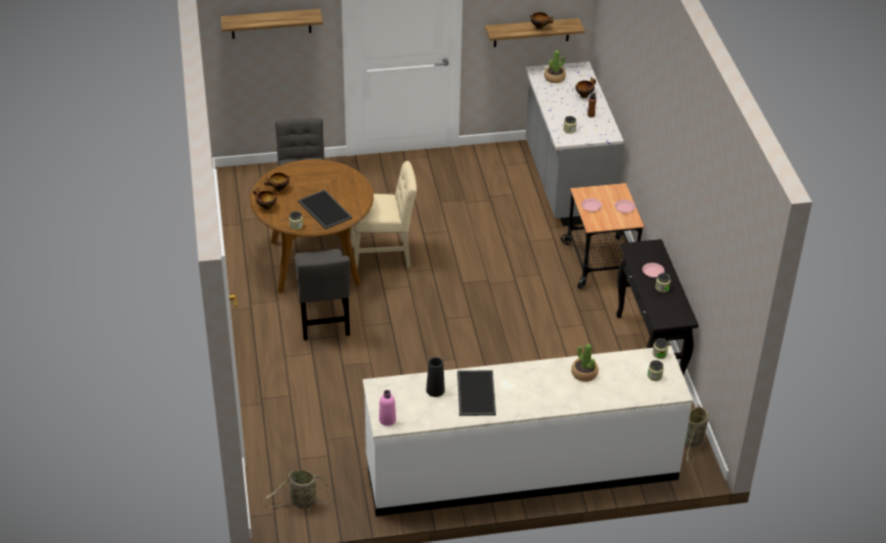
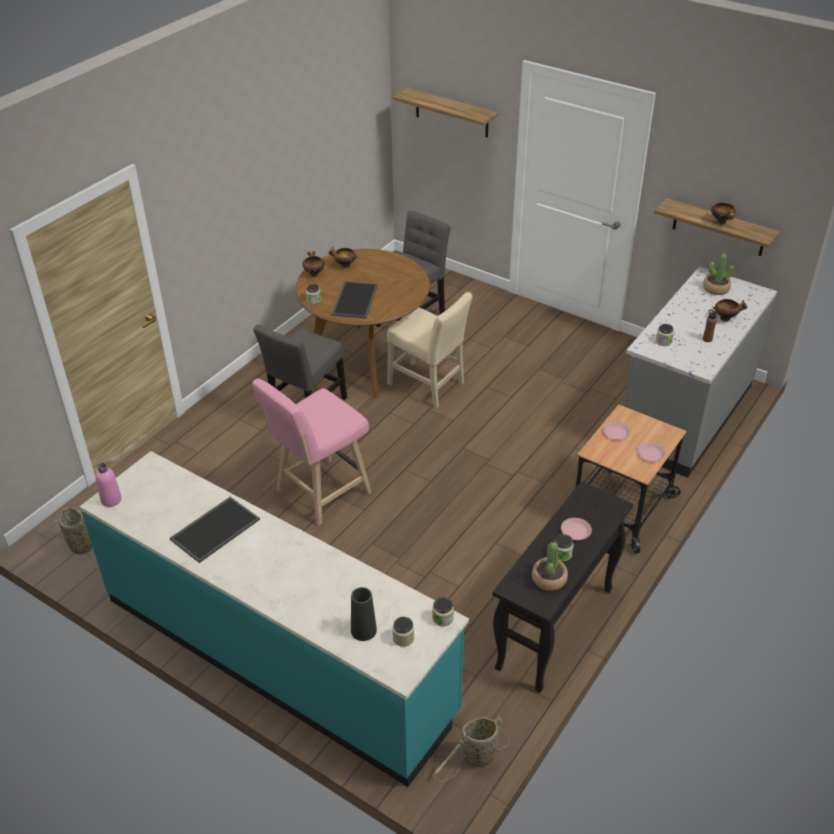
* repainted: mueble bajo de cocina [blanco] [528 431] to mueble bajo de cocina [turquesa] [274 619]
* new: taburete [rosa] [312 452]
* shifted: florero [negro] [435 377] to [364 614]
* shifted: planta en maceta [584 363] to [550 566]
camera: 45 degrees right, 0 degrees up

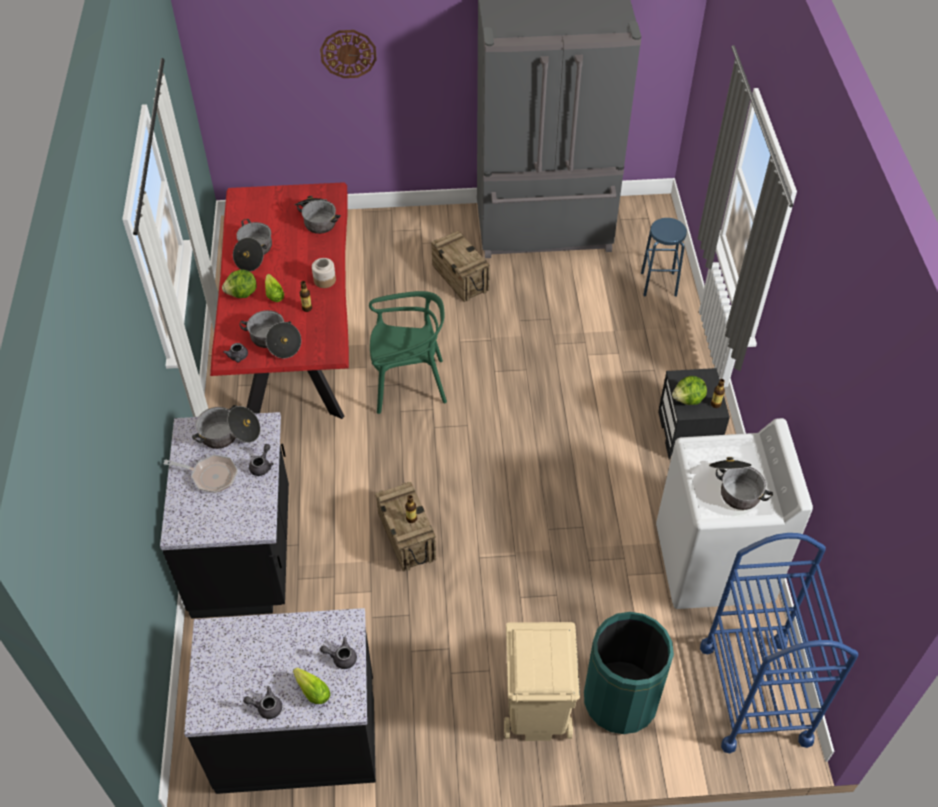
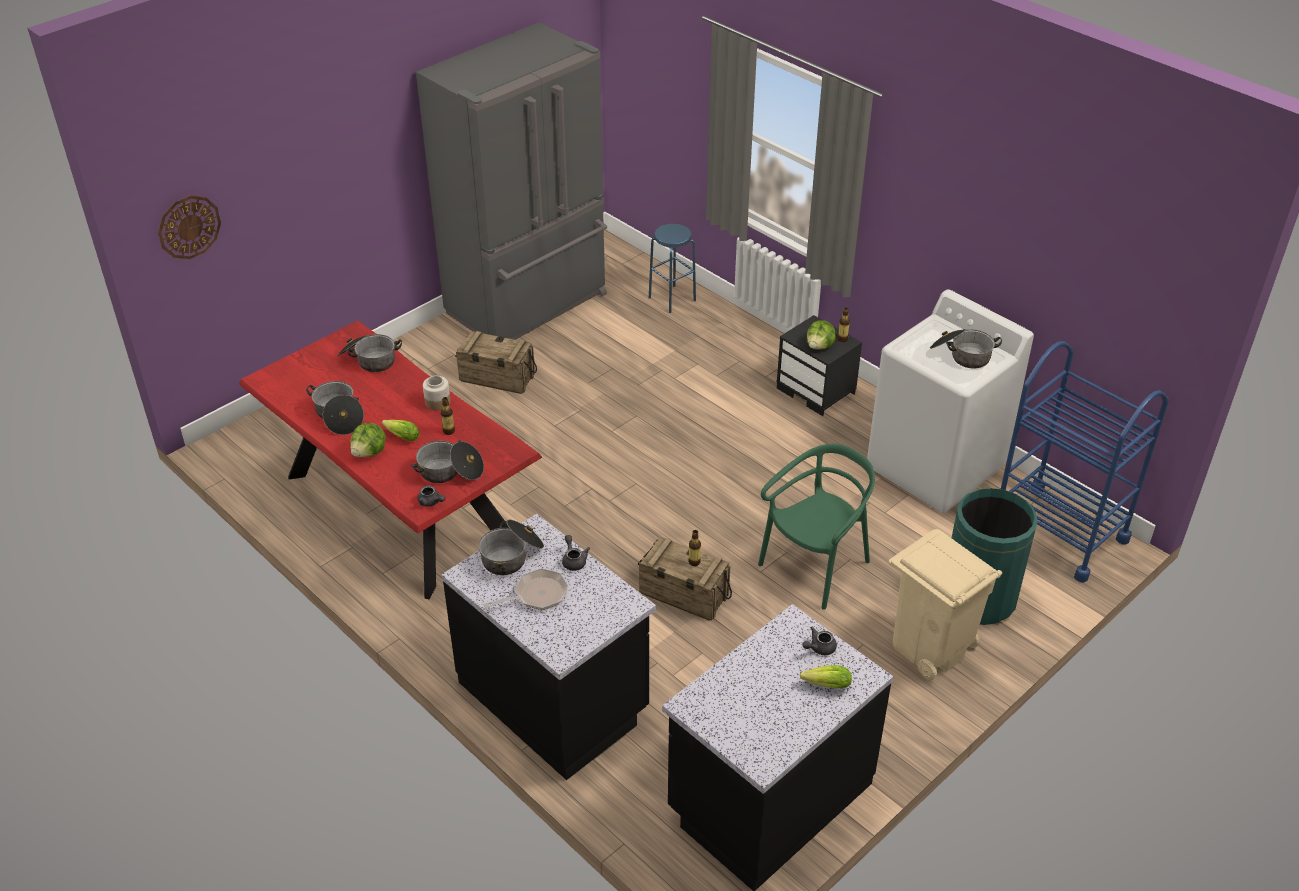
* shifted: reloj de pared [348 54] to [189 227]
* shifted: silla [verde] [408 352] to [816 527]
* gone: tetera [gris] [262 702]
camera: 40 degrees left, 10 degrees down

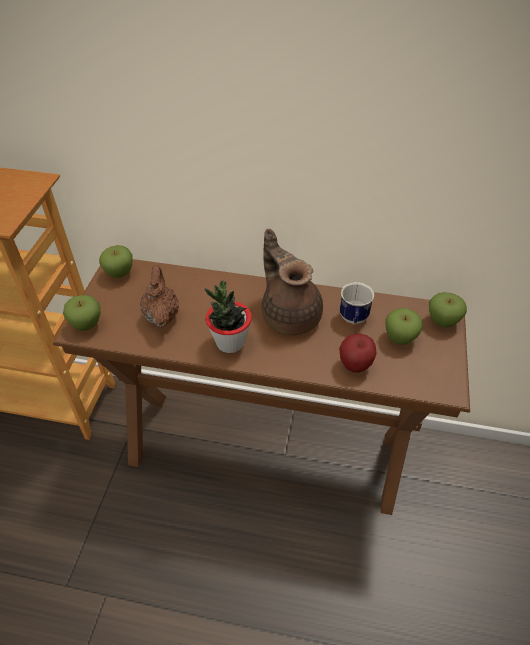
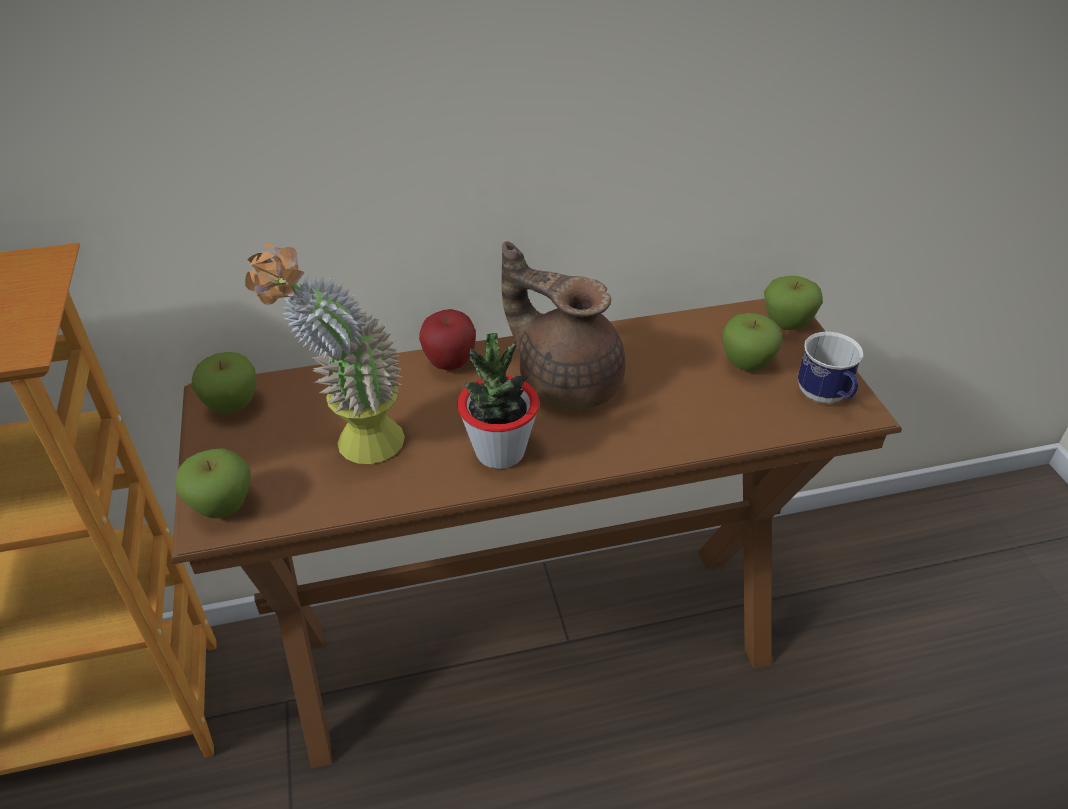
* swapped: tetera [marrón] [159 296] to planta en maceta [325 353]
* shifted: manzana [358 353] to [447 339]
* shifted: taza grande [357 303] to [830 368]
camera: 25 degrees left, 5 degrees down

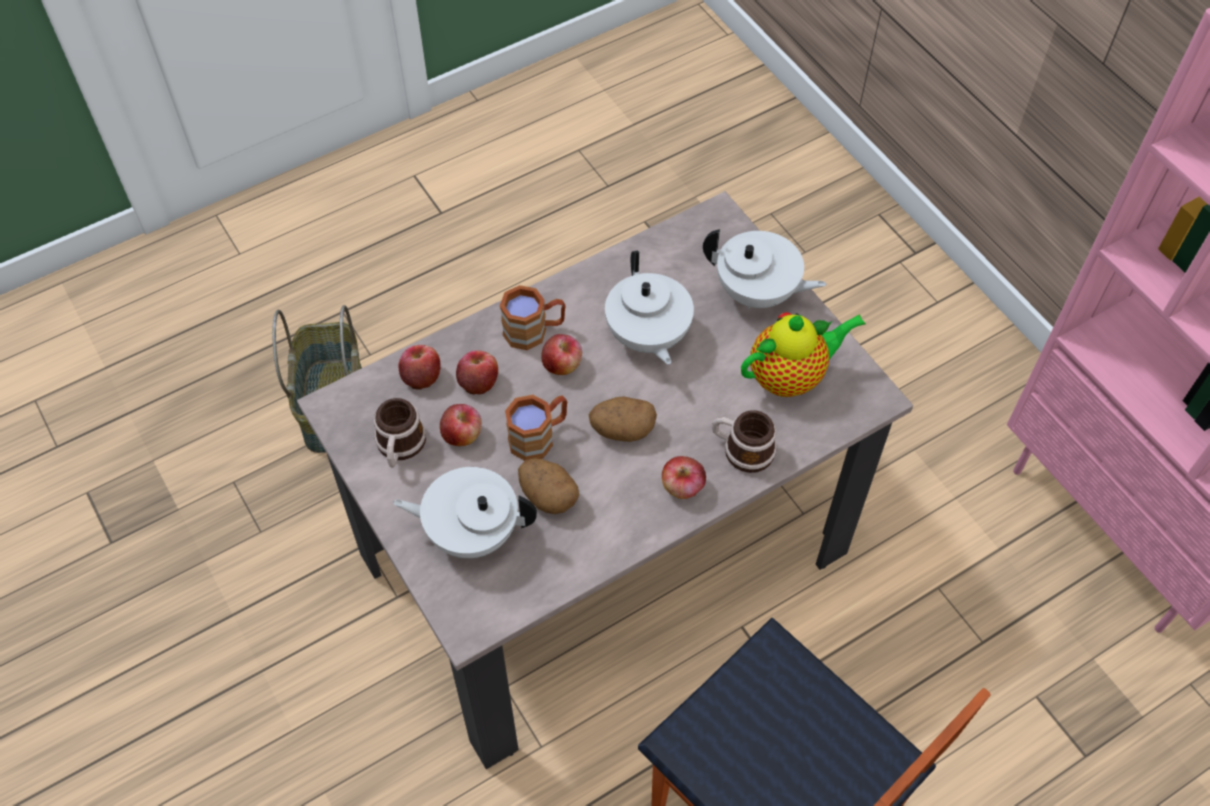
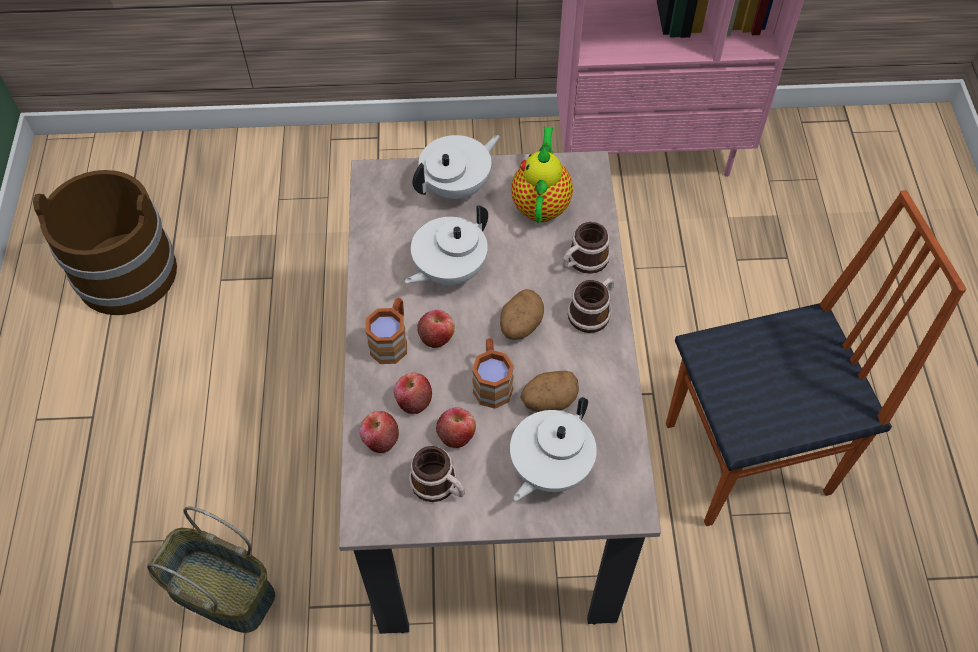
* new: cubo [marrón] [105 242]
* rotated: tetera [blanco] [649 308] = [446 245] 120 degrees clockwise
* swapped: manzana [684 477] to taza grande [591 305]
camera: 60 degrees left, 0 degrees up

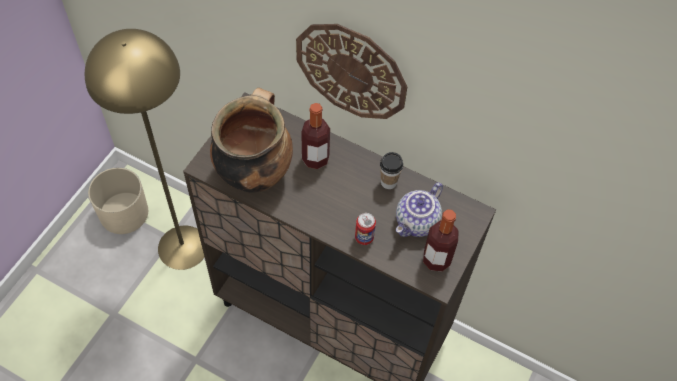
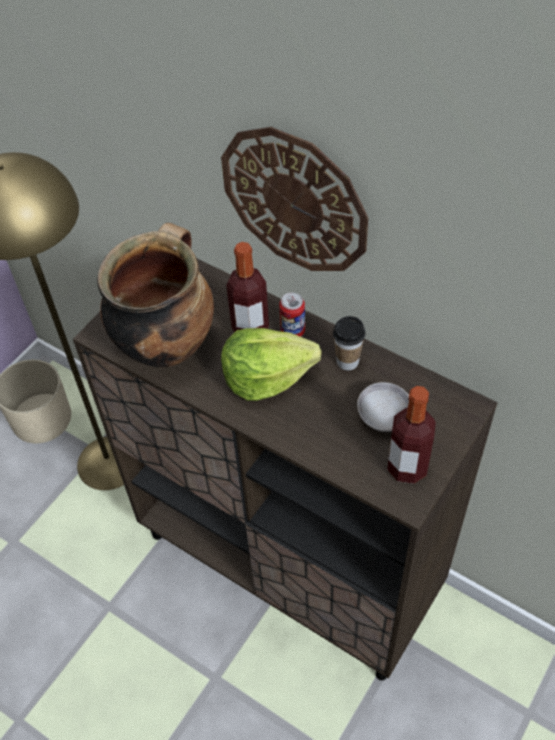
* new: lechuga [271 364]
* shifted: lata [365 229] to [292 315]
* swapped: tetera [419 209] to cuenco [gris] [383 407]
camera: 10 degrees right, 5 degrees down

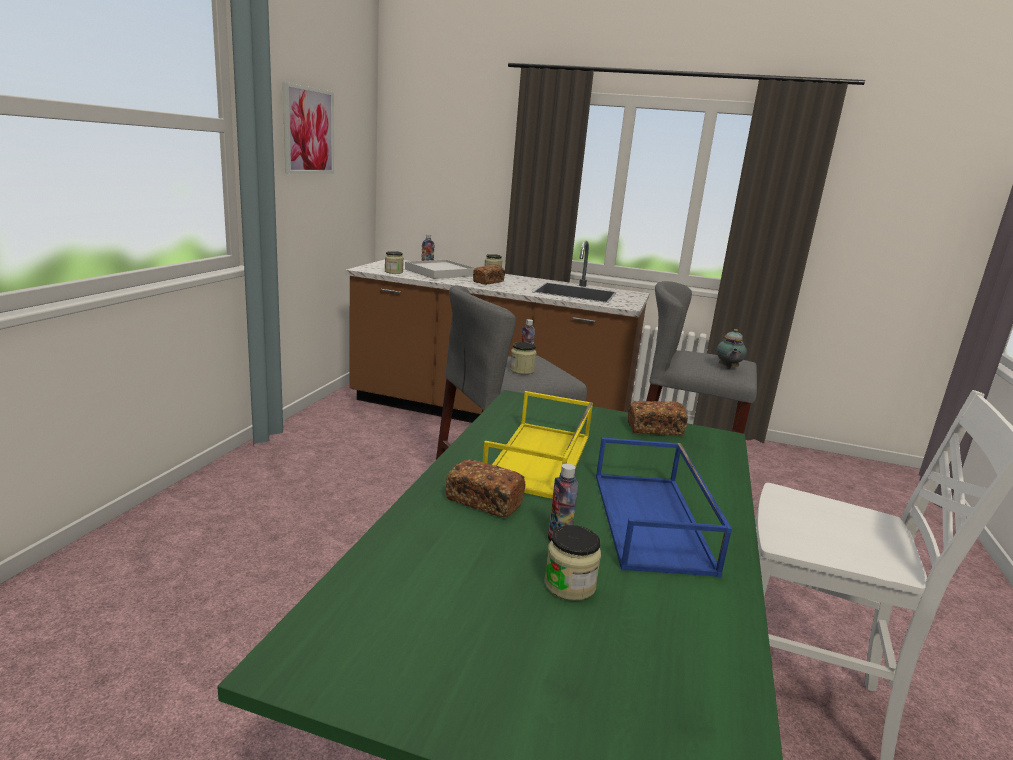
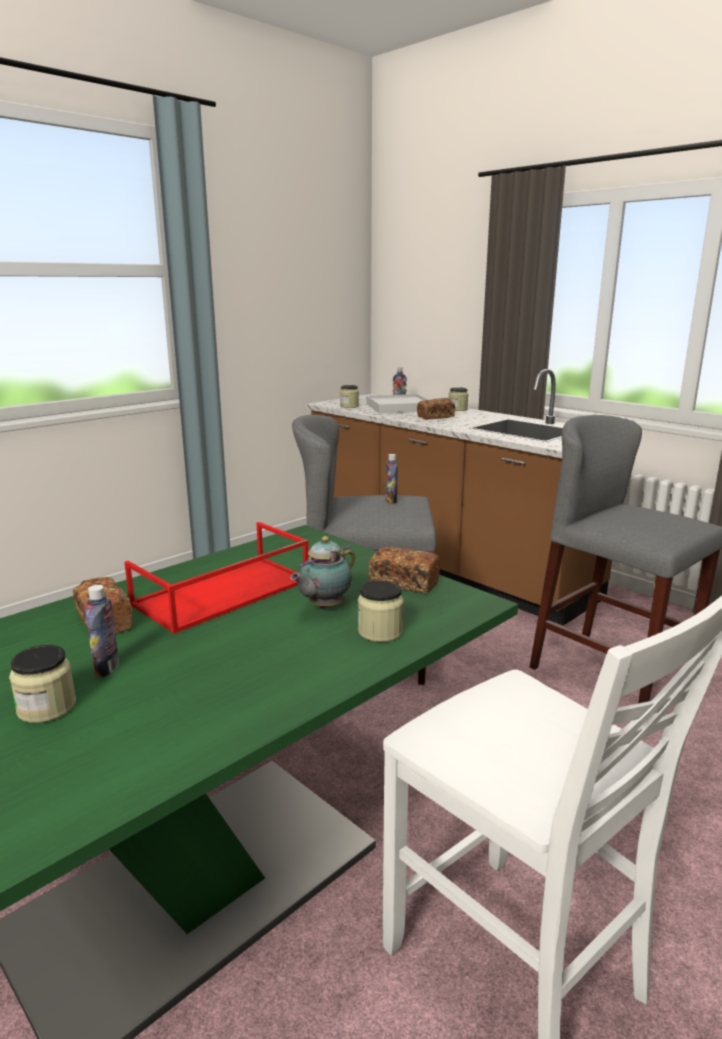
* repainted: bandeja [amarillo] [538 445] to bandeja [rojo] [216 578]
* shifted: tetera [731 349] to [322 572]
* shifted: tarro [523 358] to [381 611]
* gone: cuadro [308 128]
* gone: bandeja [azul] [664 507]
camera: 30 degrees right, 0 degrees up

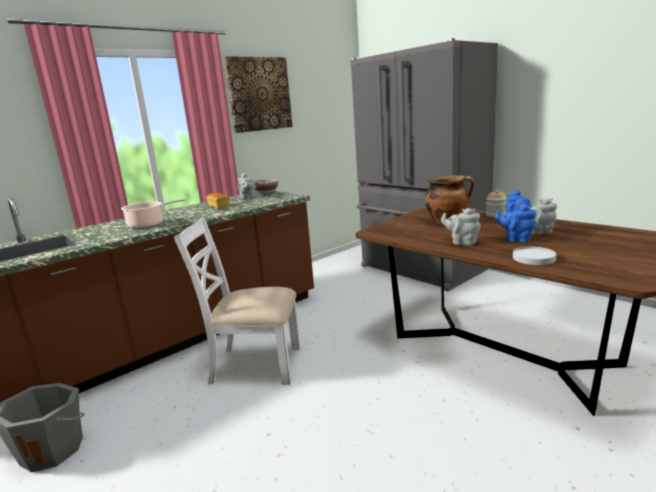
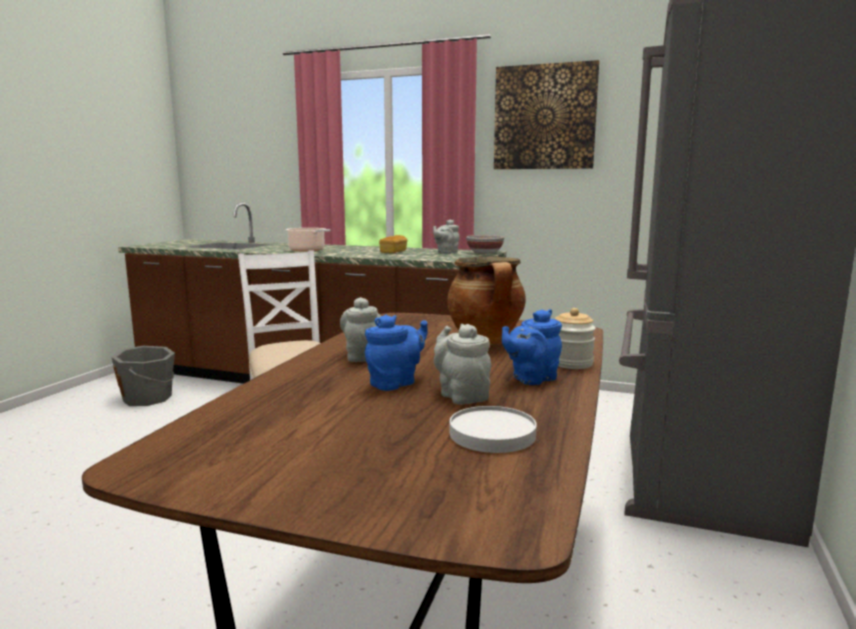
* rotated: tetera [azul] [515 223] = [396 353] 60 degrees clockwise
* shifted: plato [blanco] [534 256] to [493 429]
camera: 60 degrees right, 5 degrees down

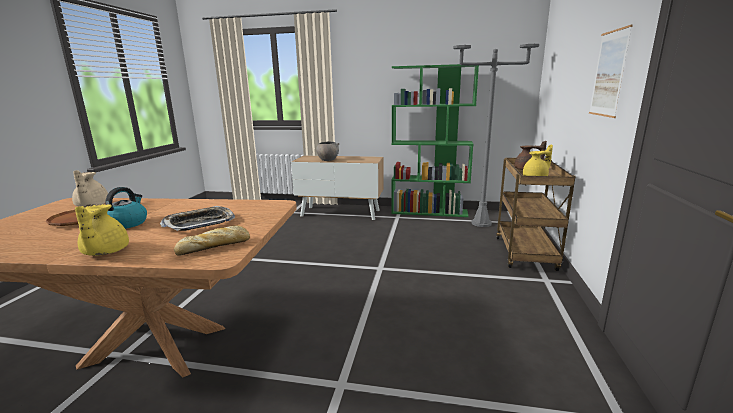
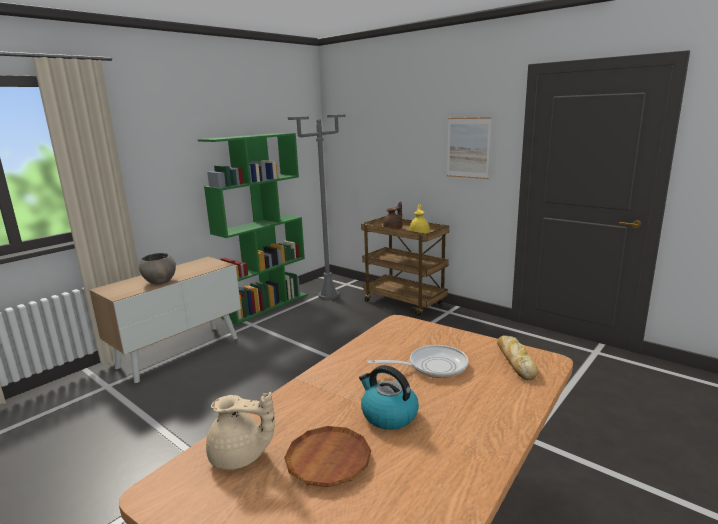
* swapped: bandeja [197 218] to sartén [417 361]
* gone: tetera [amarillo] [102 230]
camera: 60 degrees left, 0 degrees up

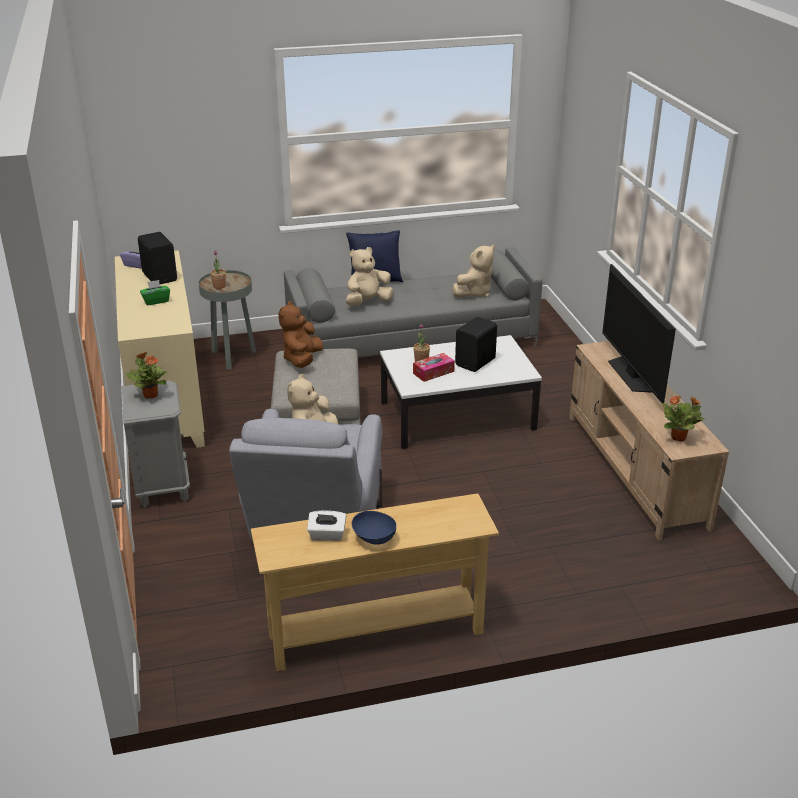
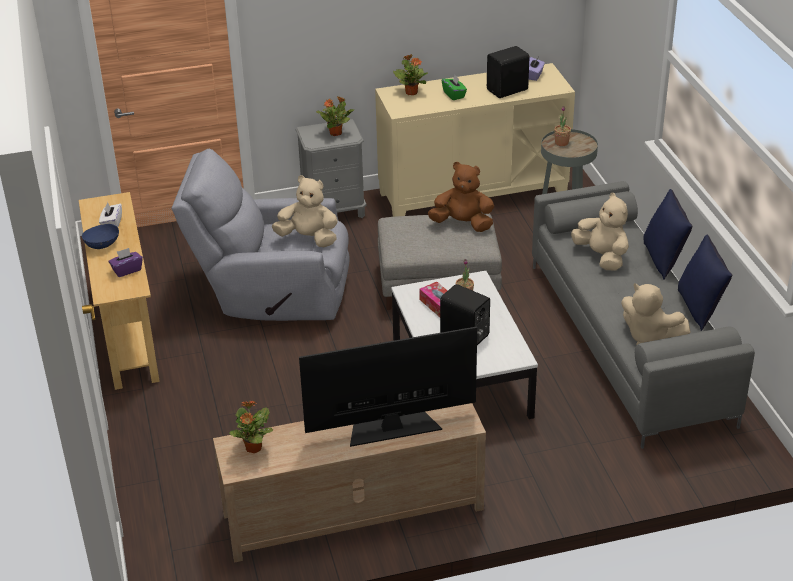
* new: caja de pañuelos [morado] [126 262]
* new: planta en maceta [410 74]
* new: cojín [azul] [705 283]
camera: 90 degrees right, 5 degrees up

